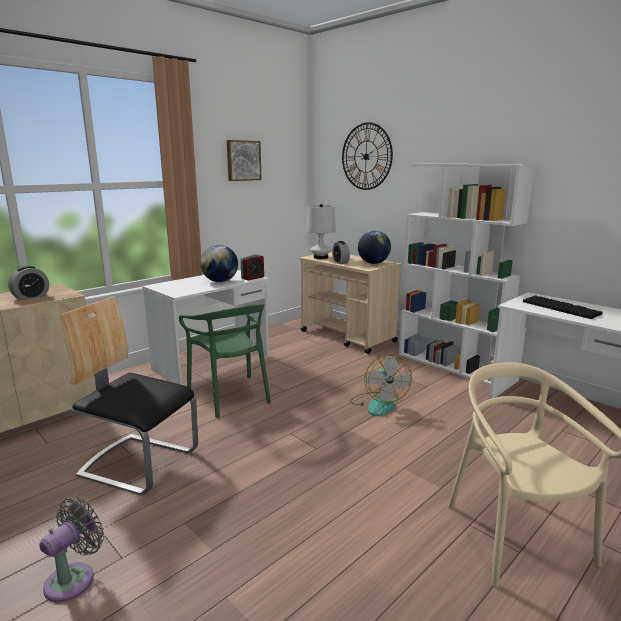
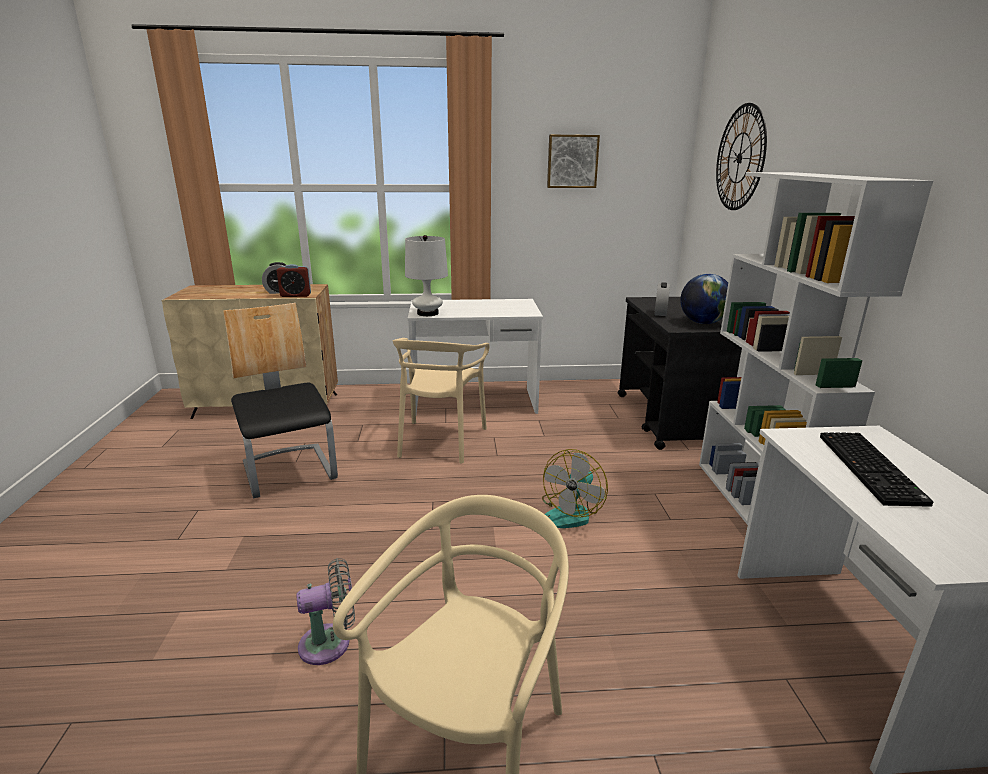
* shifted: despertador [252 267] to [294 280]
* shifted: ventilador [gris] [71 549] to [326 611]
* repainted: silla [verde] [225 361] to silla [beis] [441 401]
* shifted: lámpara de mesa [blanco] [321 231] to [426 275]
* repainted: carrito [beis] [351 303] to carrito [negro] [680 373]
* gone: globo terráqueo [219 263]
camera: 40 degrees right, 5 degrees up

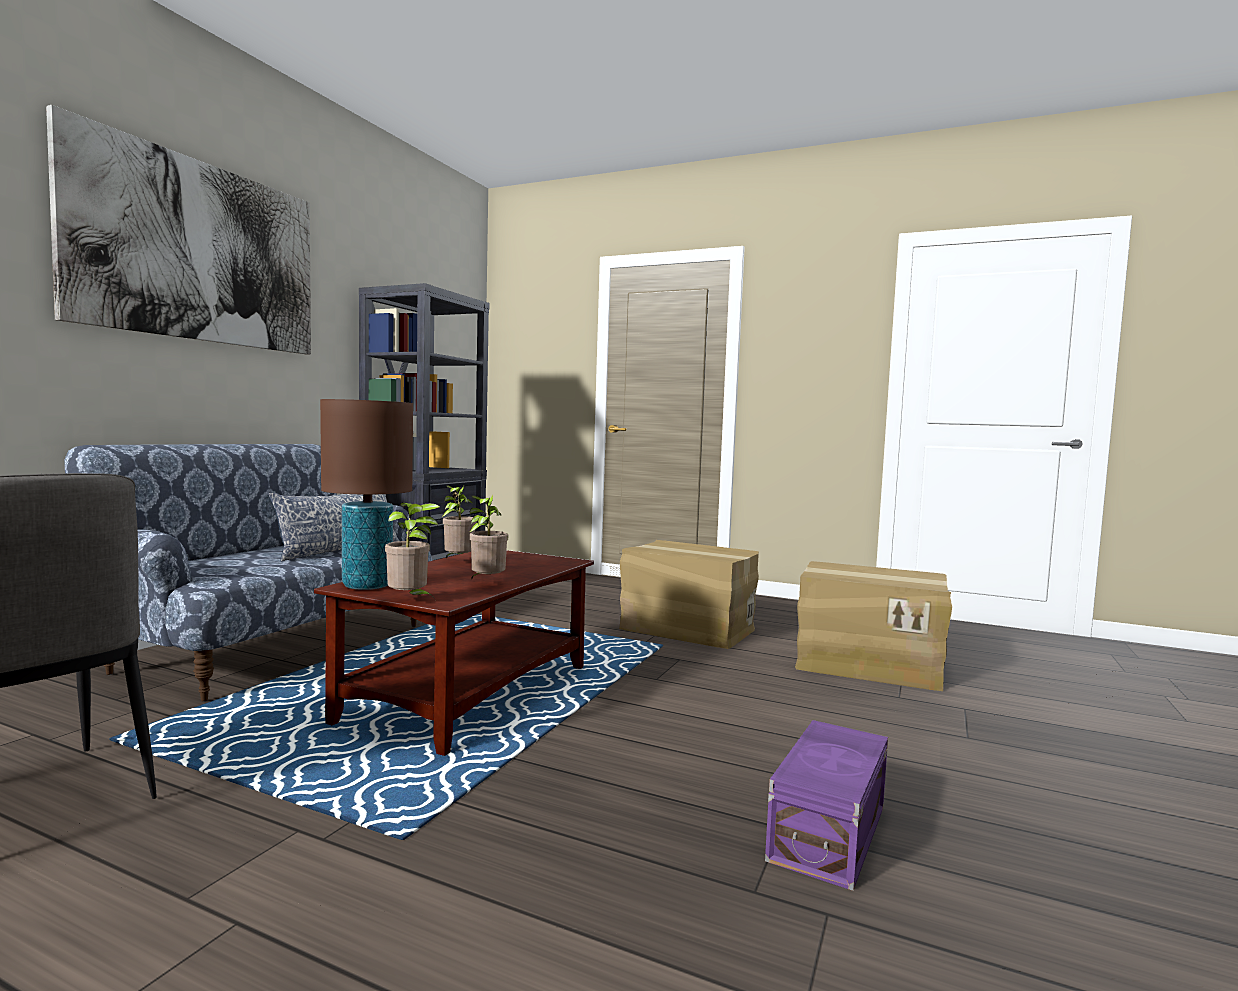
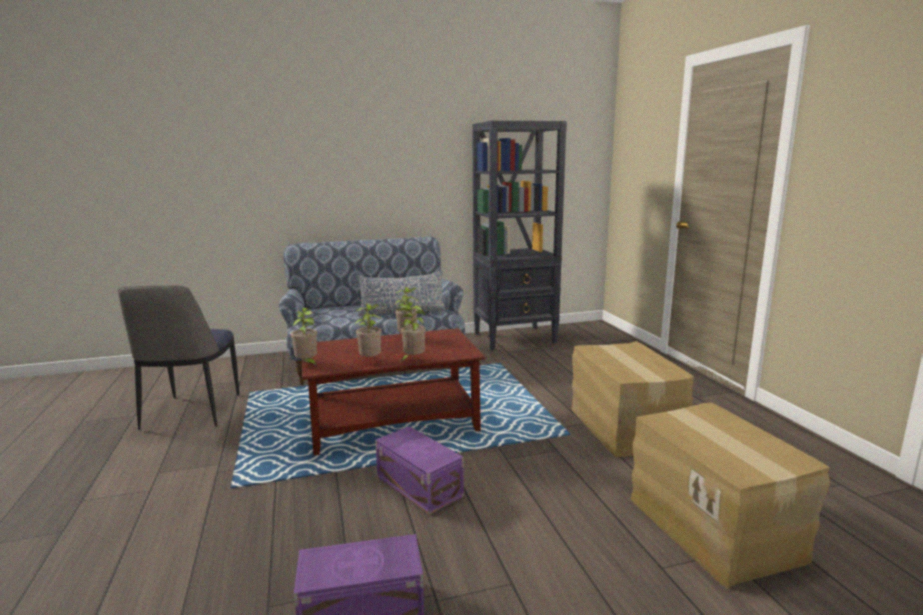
* new: caja de almacenaje [morado] [419 470]
* new: planta en maceta [411 332]
* gone: cuadro [178 229]
* gone: lámpara de mesa [marrón] [366 494]
camera: 50 degrees right, 10 degrees up

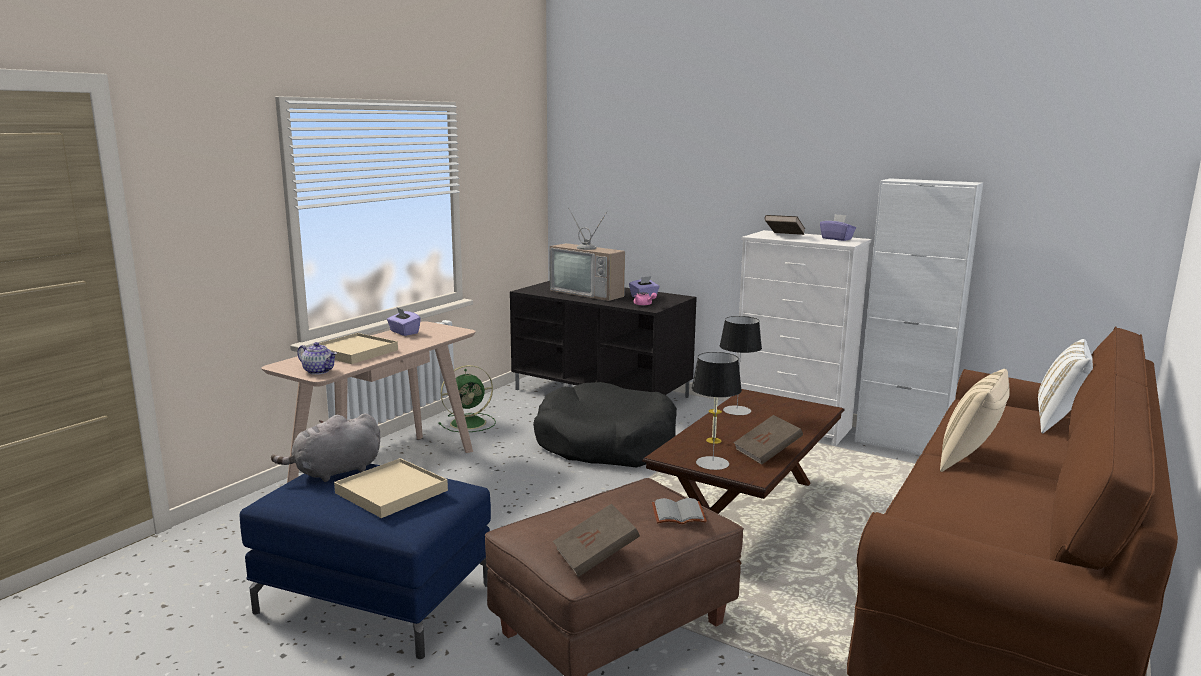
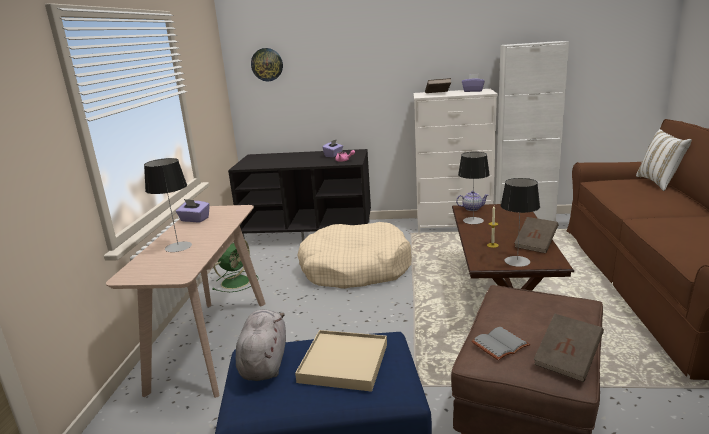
* swapped: bandeja [beis] [354 348] to lámpara de mesa [168 205]
* rotated: peluche [gris] [325 448] = [260 345] 150 degrees clockwise
* new: reloj de pared [267 65]
* repainted: cama para perro [negro] [605 425] to cama para perro [beis] [354 255]
* shifted: tetera [317 358] to [472 201]
* shifted: libro [gris] [679 511] to [500 343]
* gone: televisor [587 254]
* gone: cojín [beis] [975 420]
camera: 25 degrees left, 5 degrees up

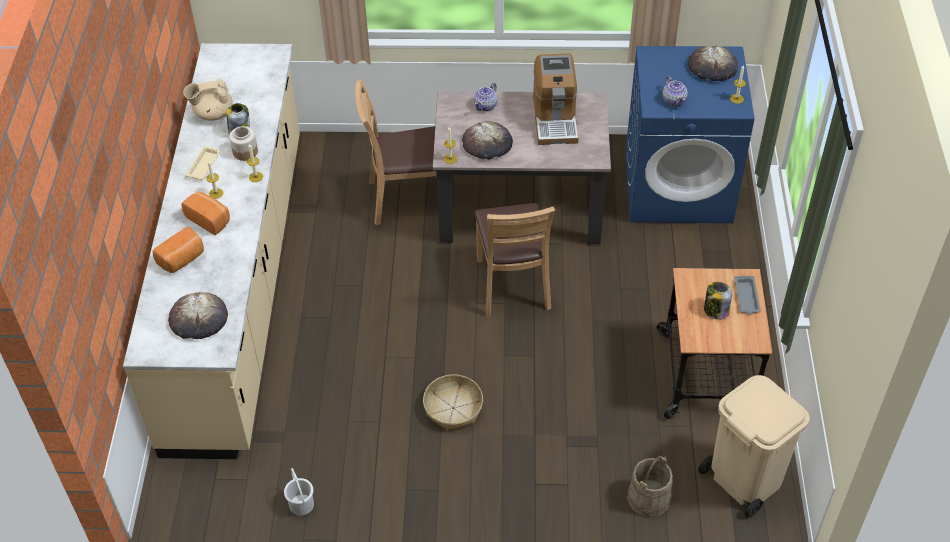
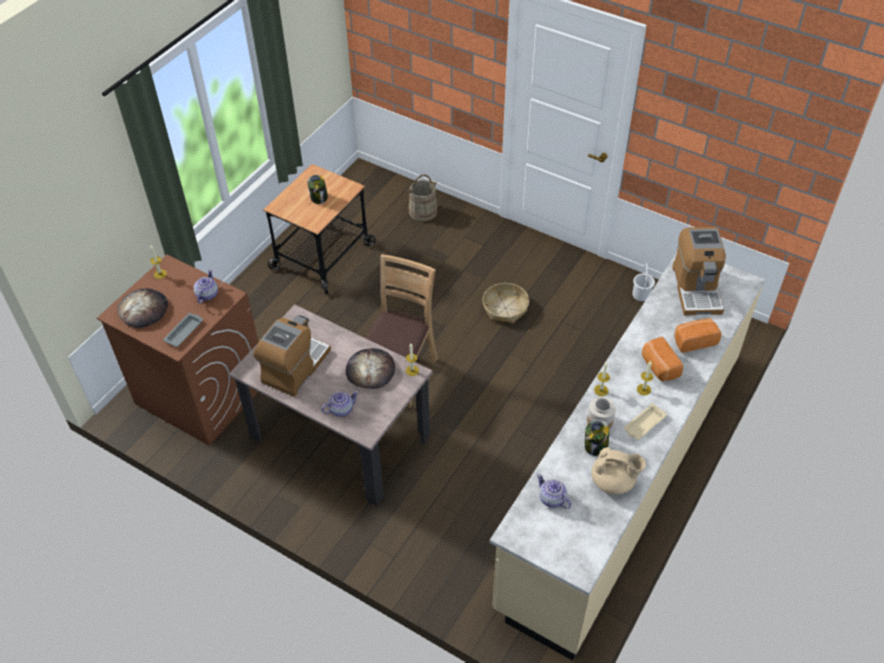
* repainted: lavadora [azul] [690 134] to lavadora [marrón] [177 350]
* shifted: bandeja [gris] [747 295] to [183 330]
* new: tetera [554 491]
* swapped: pan [198 315] to cafetera [699 271]
* gone: silla [marrón] [396 152]
* gone: papelera [beis] [754 446]
camera: 150 degrees left, 0 degrees up

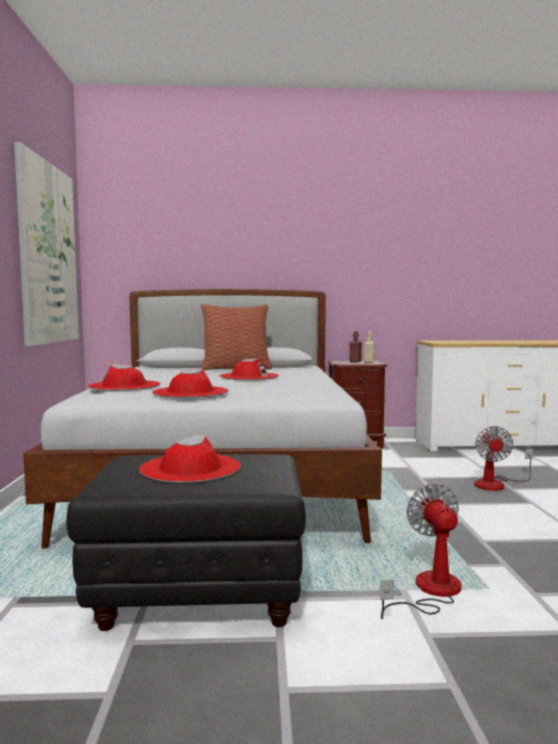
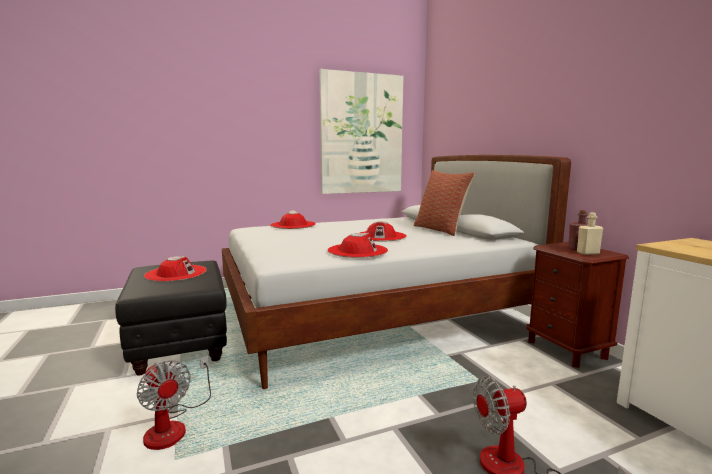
* rotated: ventilador [421 551] = [174 402] 75 degrees clockwise
* shifted: sombrero [rojo] [190 383] to [358 245]
camera: 70 degrees right, 5 degrees up

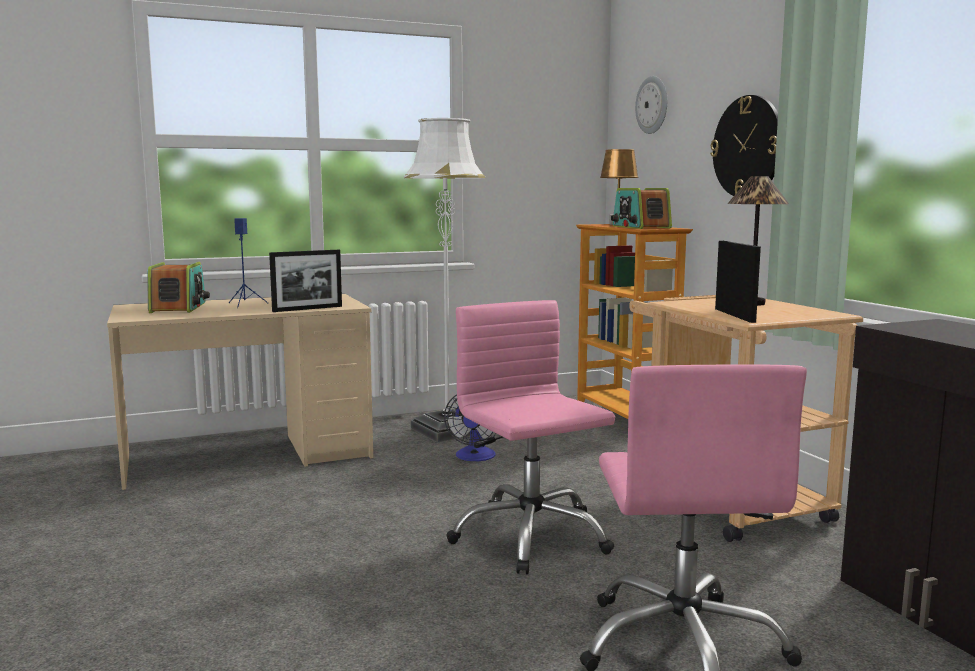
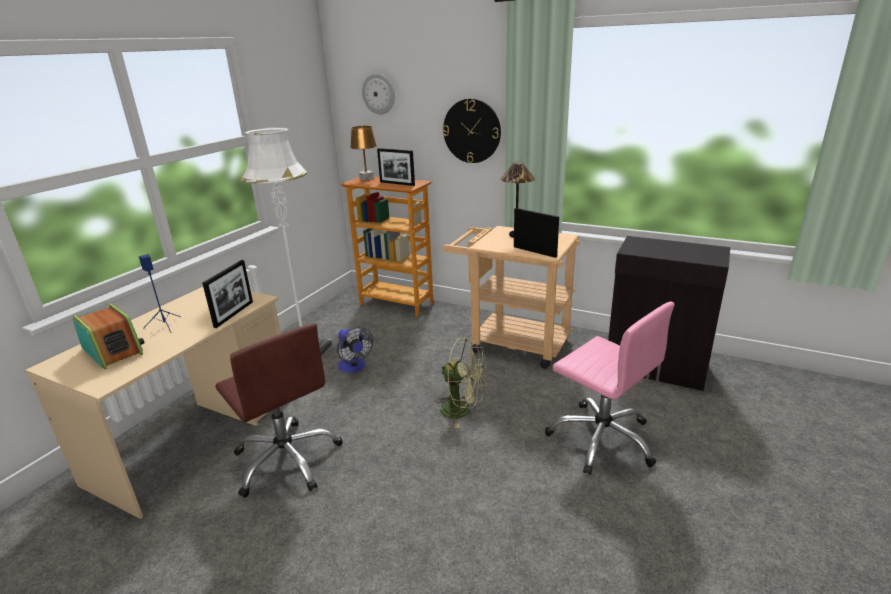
* new: silla de oficina [marrón] [279 410]
* swapped: radio [641 208] to portarretratos [396 167]
* swapped: silla de oficina [rosa] [530 437] to ventilador [verde] [461 382]
camera: 40 degrees left, 15 degrees up

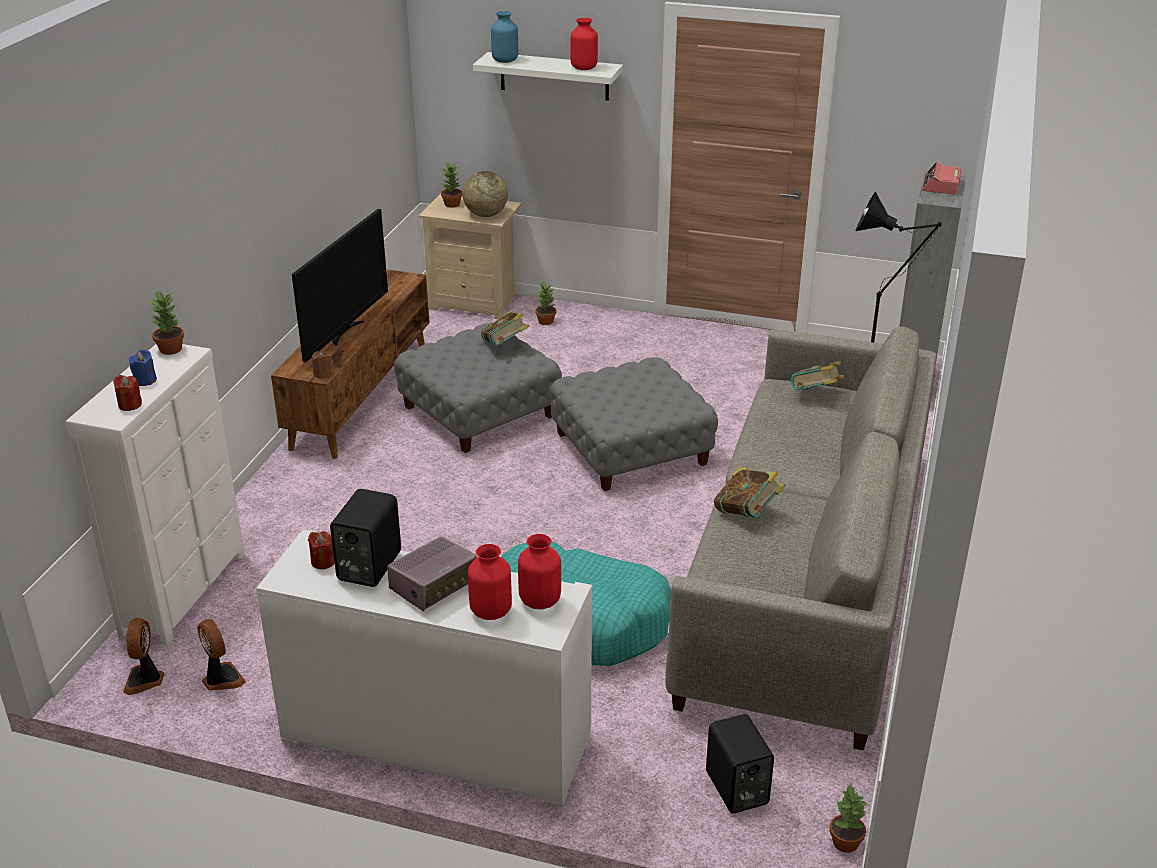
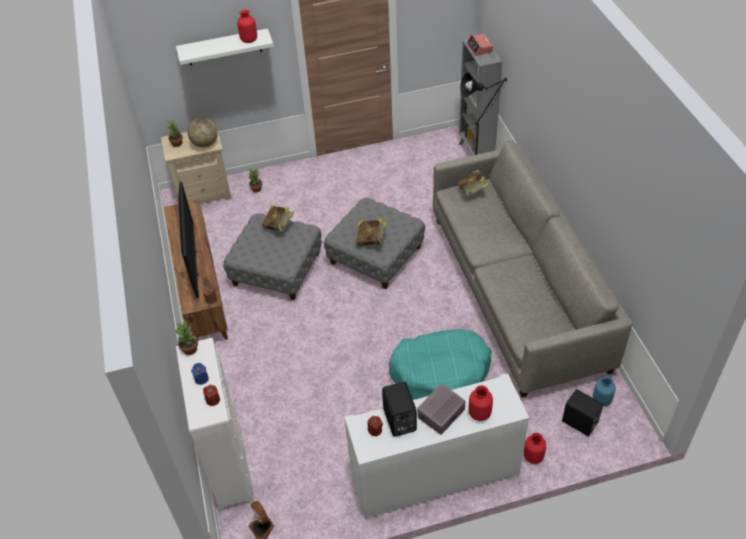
* shifted: libro [749 492] to [371 232]
* rotated: radio [432 573] = [441 409] 150 degrees counterclockwise
* shifted: florero [rojo] [539 571] to [535 448]
* shifted: florero [azul] [504 37] to [604 391]
* gone: ventilador [221 655]
* gone: planta en maceta [849 818]
camera: 30 degrees left, 15 degrees up

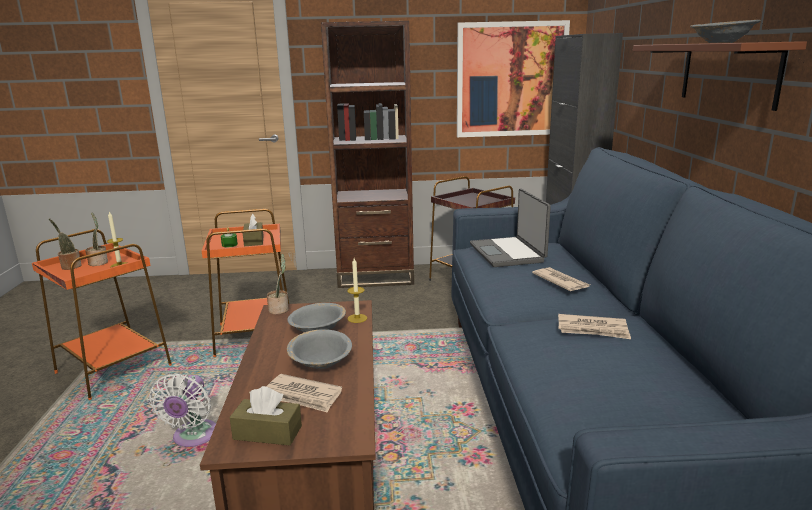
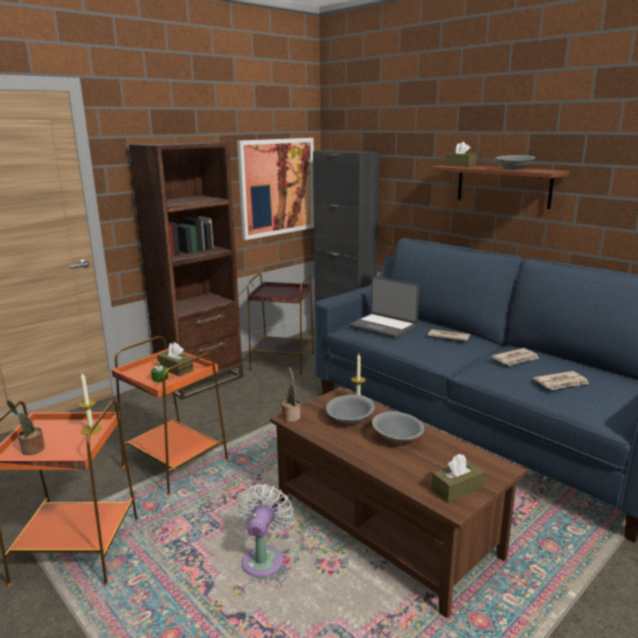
* rotated: ventilador [blanco] [182 410] = [266 530] 135 degrees counterclockwise
* new: caja de pañuelos [marrón] [461 154]
* shifted: periódico [304 393] to [561 380]
* gone: planta en maceta [96 239]
camera: 40 degrees left, 0 degrees up

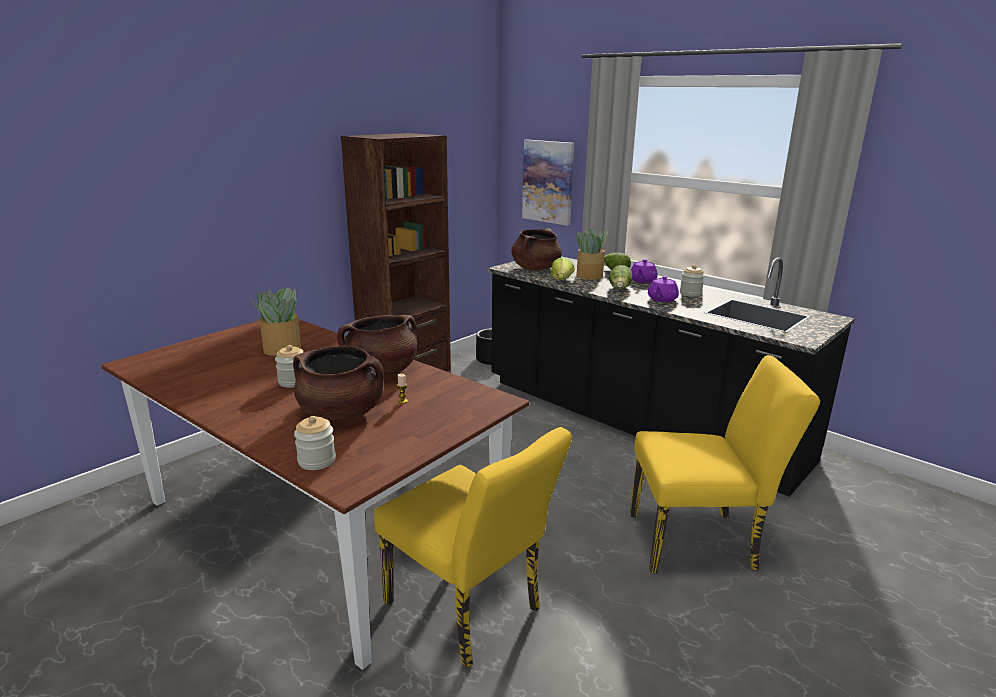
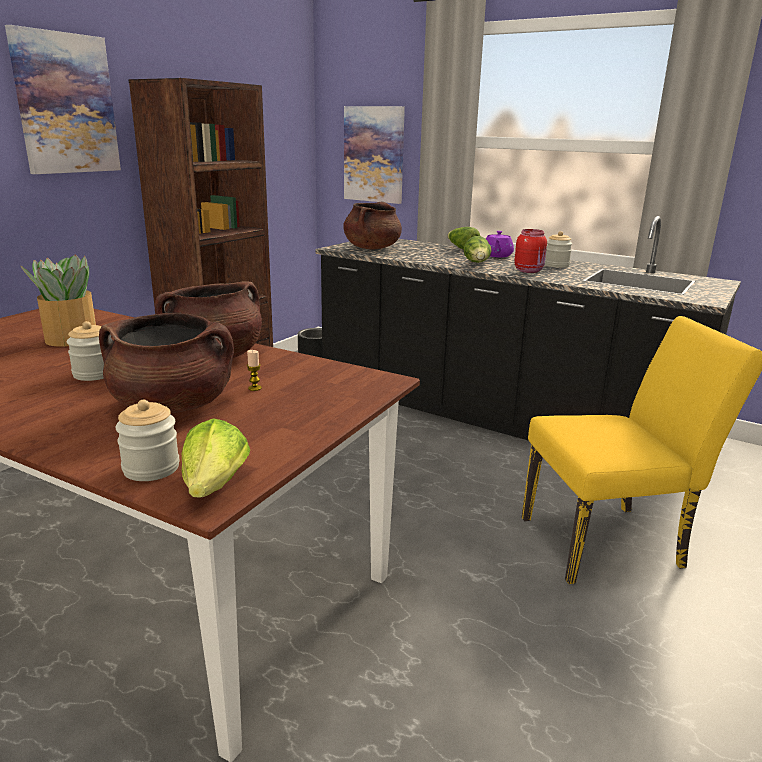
* new: cuadro [63 99]
* shifted: lechuga [563 268] to [216 458]
* swapped: tetera [morado] [663 289] to tarro [rojo] [530 251]
* gone: silla [amarillo] [473 547]
* gone: planta en maceta [592 254]
camera: 10 degrees left, 0 degrees up

